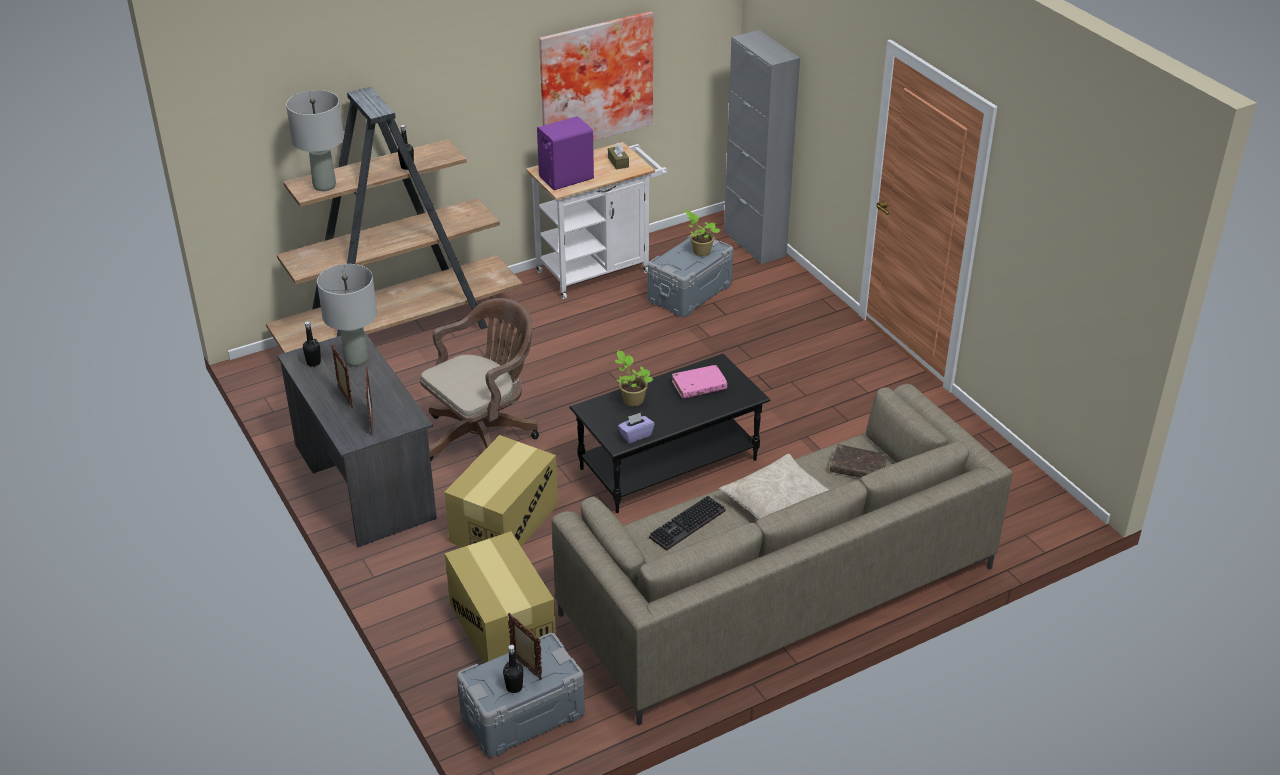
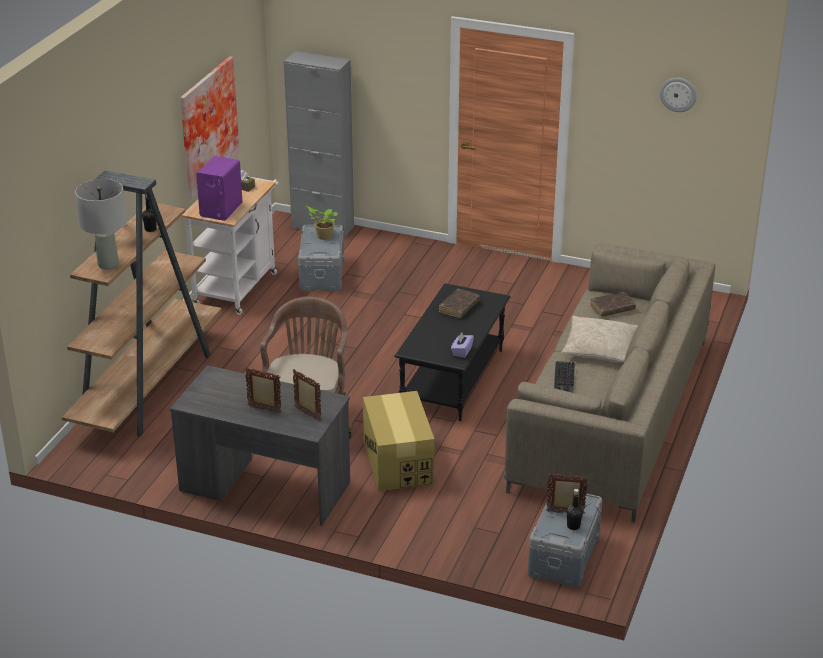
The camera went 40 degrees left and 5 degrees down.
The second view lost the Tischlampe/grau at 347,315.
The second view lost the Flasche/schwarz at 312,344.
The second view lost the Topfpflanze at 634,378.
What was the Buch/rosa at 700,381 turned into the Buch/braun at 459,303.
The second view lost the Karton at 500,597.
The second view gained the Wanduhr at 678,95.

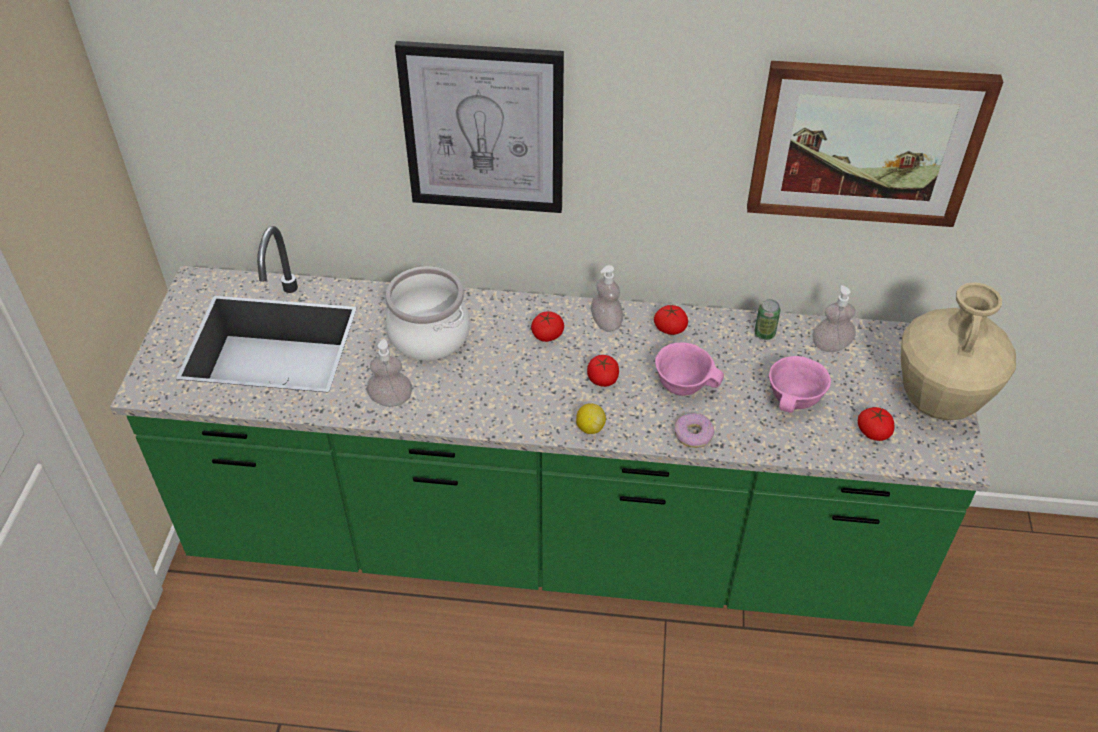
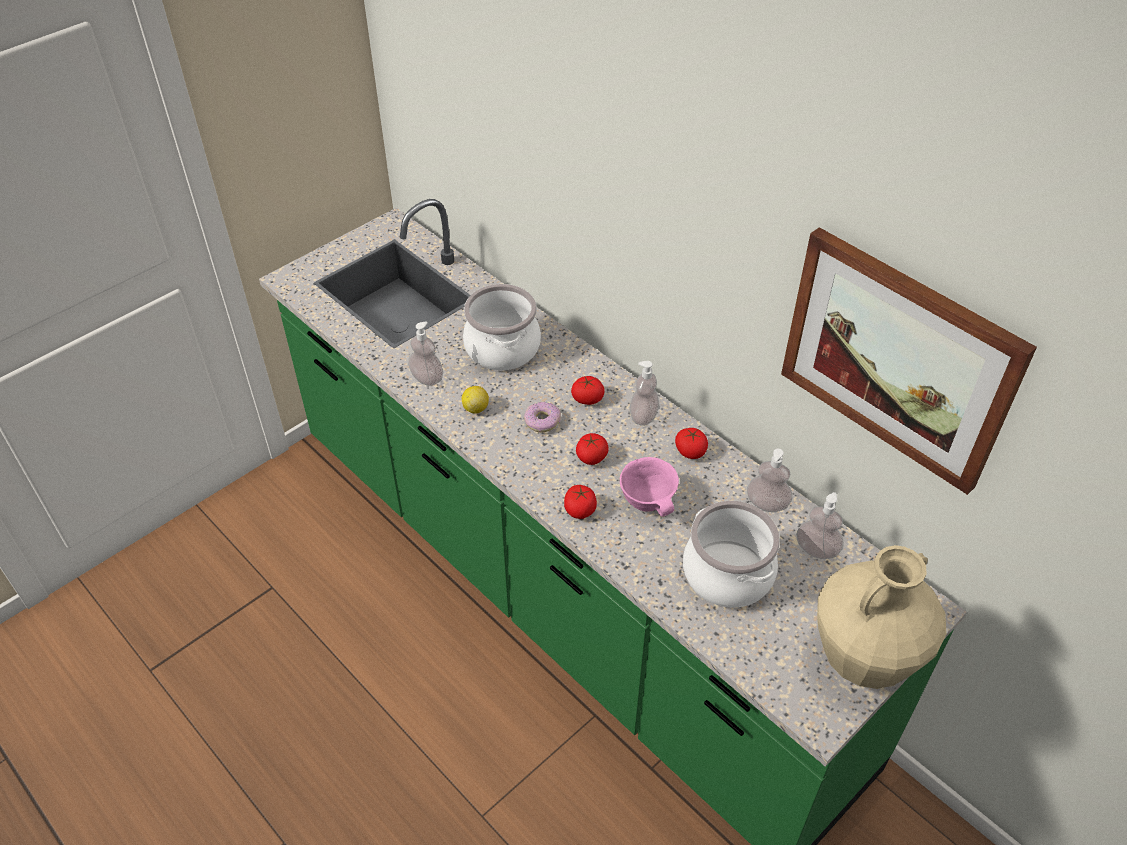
The camera went 40 degrees right and 0 degrees up.
The second view lost the Bild at 479,127.
Where the Dose stood at 767,319, the Seifenspender came to stand at 769,480.
Where the Schüssel/rosa stood at 800,384, the Kochtopf came to stand at 731,554.
The Zitrone ended up elsewhere, having gone from 591,418 to 475,400.
The Tomate ended up elsewhere, having gone from 876,424 to 580,502.
The Donut ended up elsewhere, having gone from 694,430 to 542,416.

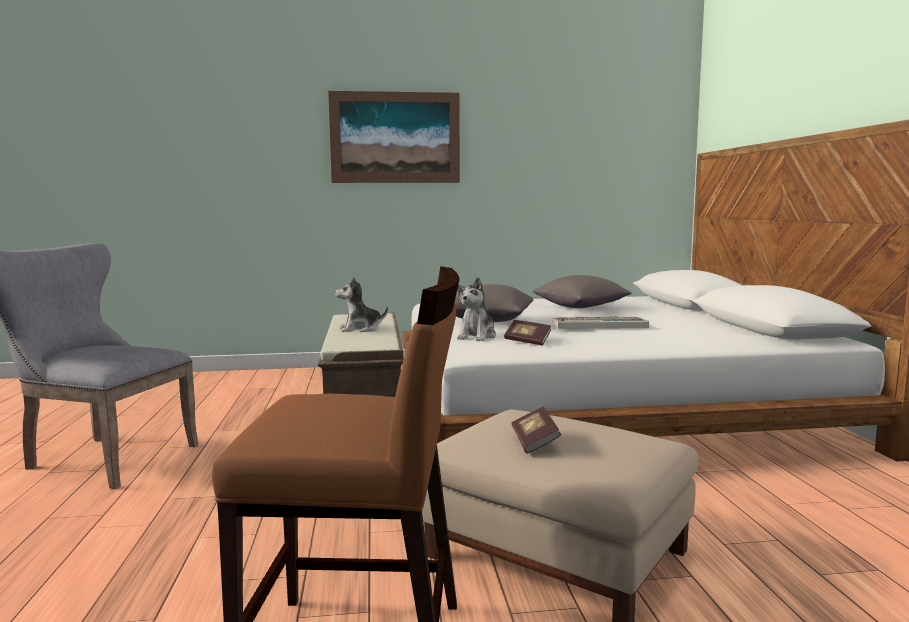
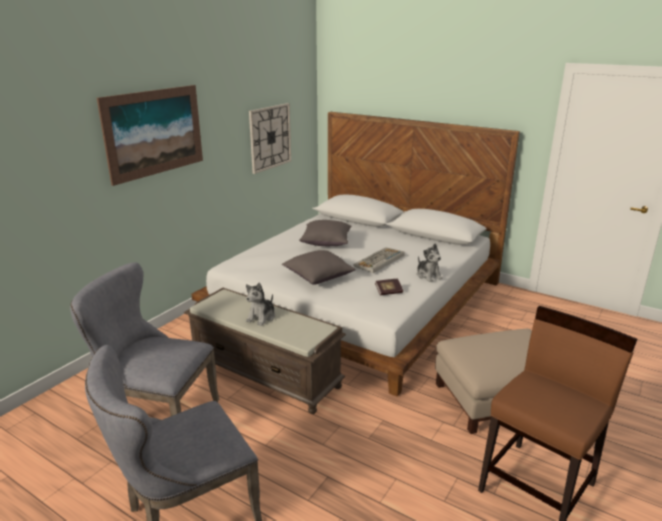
The camera went 50 degrees left and 15 degrees up.
The Plüschtier ended up elsewhere, having gone from 476,309 to 430,262.
The second view lost the Buch at 536,430.
The second view gained the Wanduhr at 270,138.
The second view gained the Stuhl/grau at 144,339.

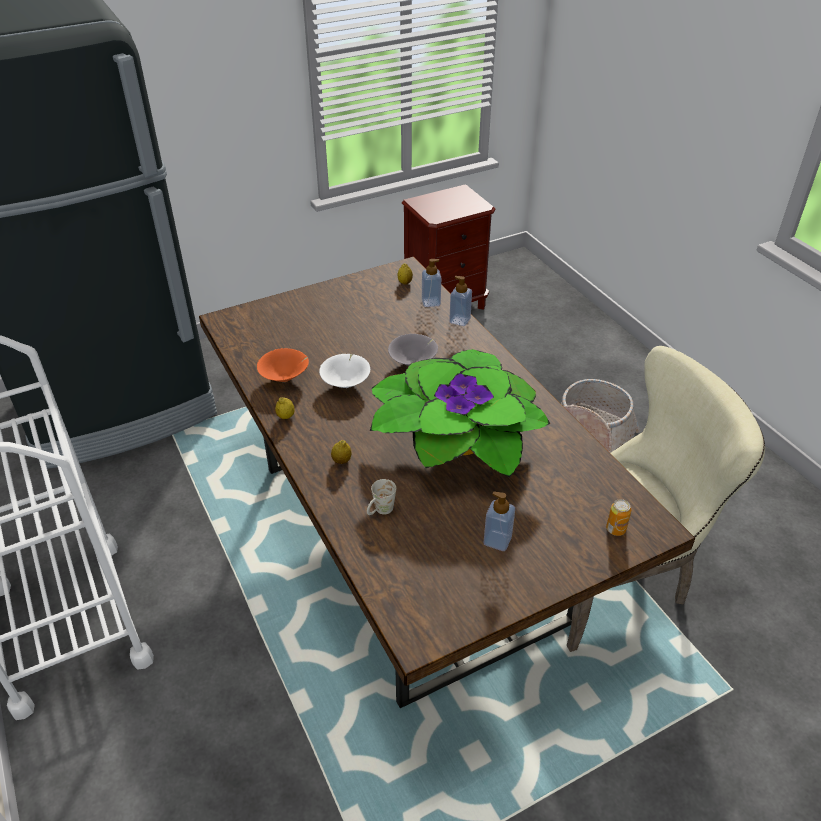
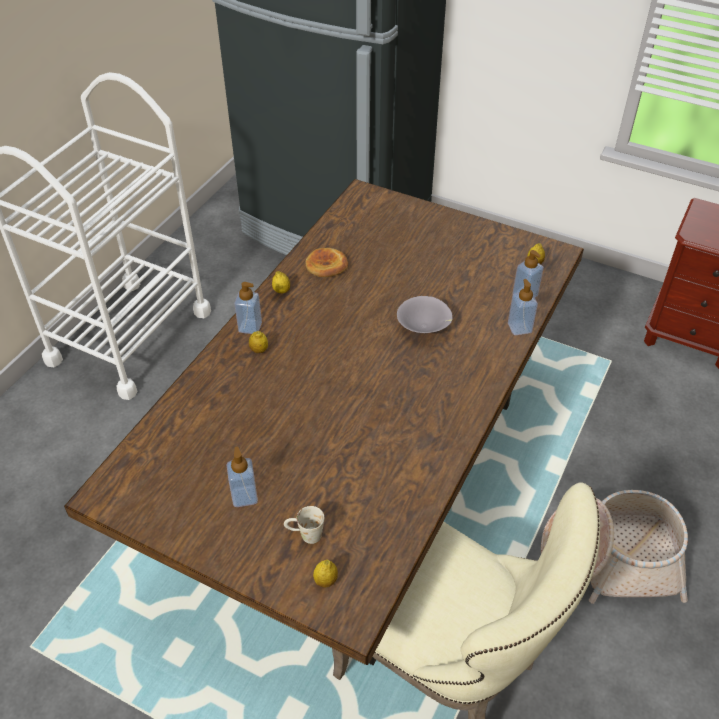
The camera went 55 degrees right and 5 degrees up.
Where the Schüssel/orange stood at 283,365, the Brot came to stand at 326,262.
The second view lost the Topfpflanze at 460,413.
The second view lost the Schüssel/weiß at 344,371.
The Henkelbecher/weiß ended up elsewhere, having gone from 381,497 to 304,525.
Where the Dose stood at 618,517, the Zitrone came to stand at 325,574.
The second view gained the Seifenspender at 248,308.

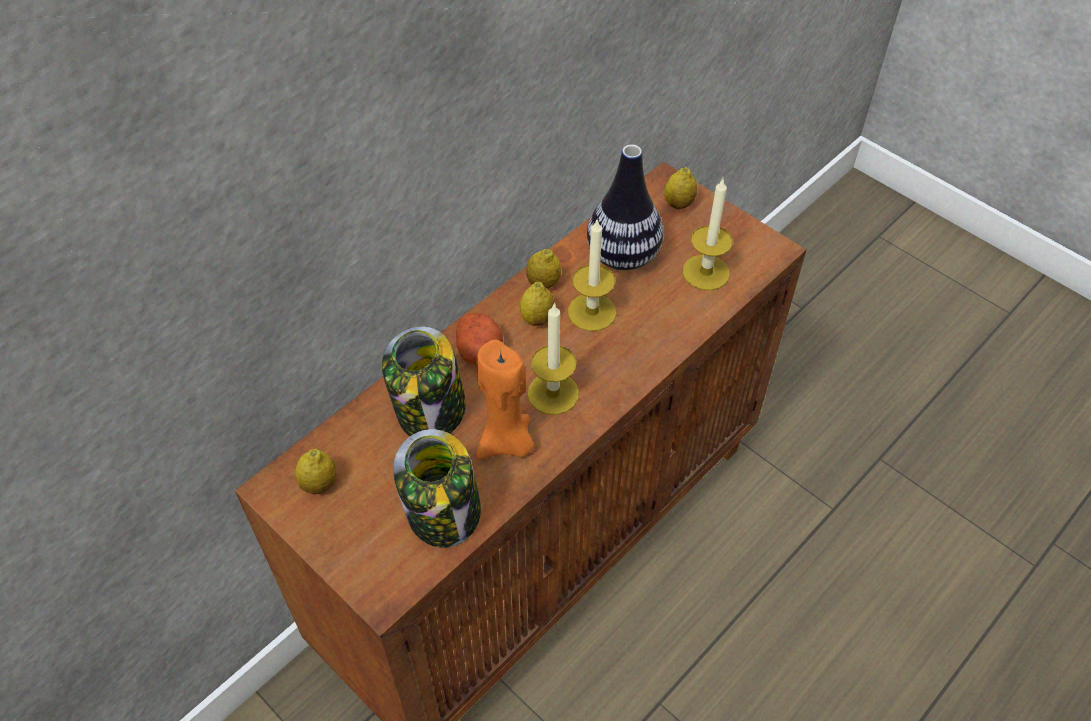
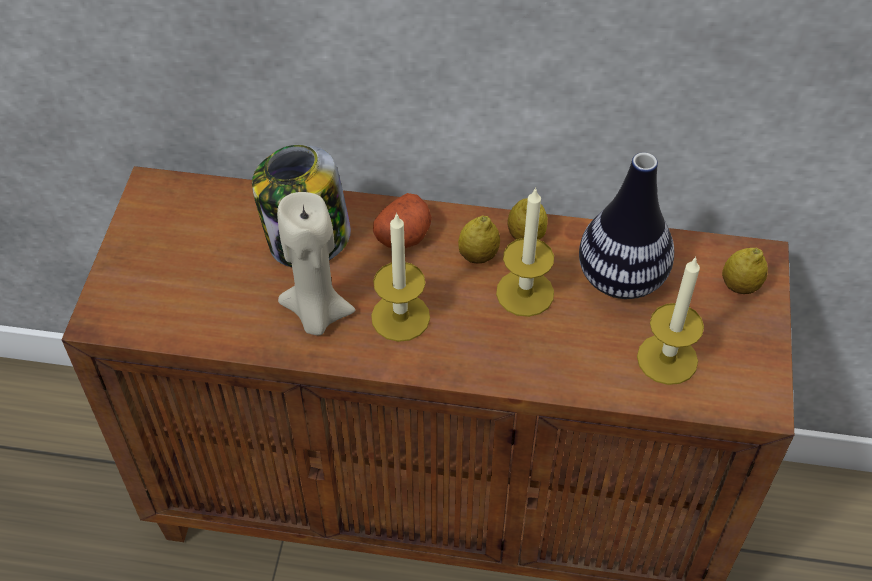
The camera went 55 degrees right and 0 degrees up.
What was the Kerze/orange at 505,400 turned into the Kerze/beige at 316,263.
The second view lost the Vorratsglas at 437,488.
The second view lost the Zitrone at 316,471.

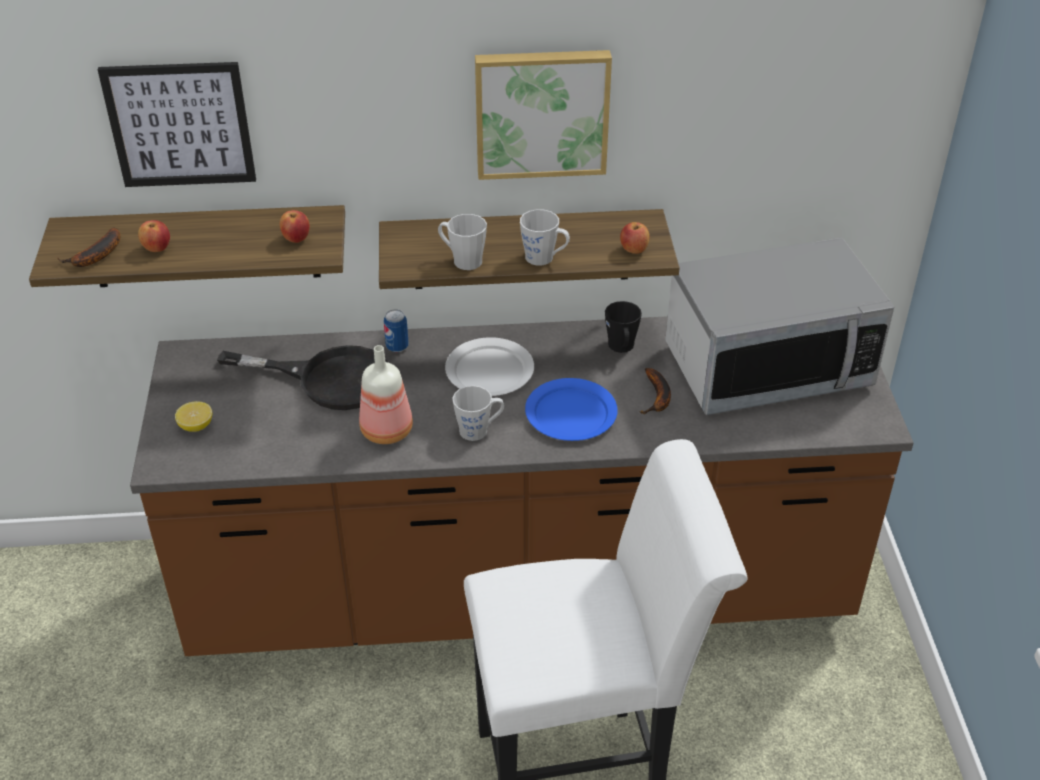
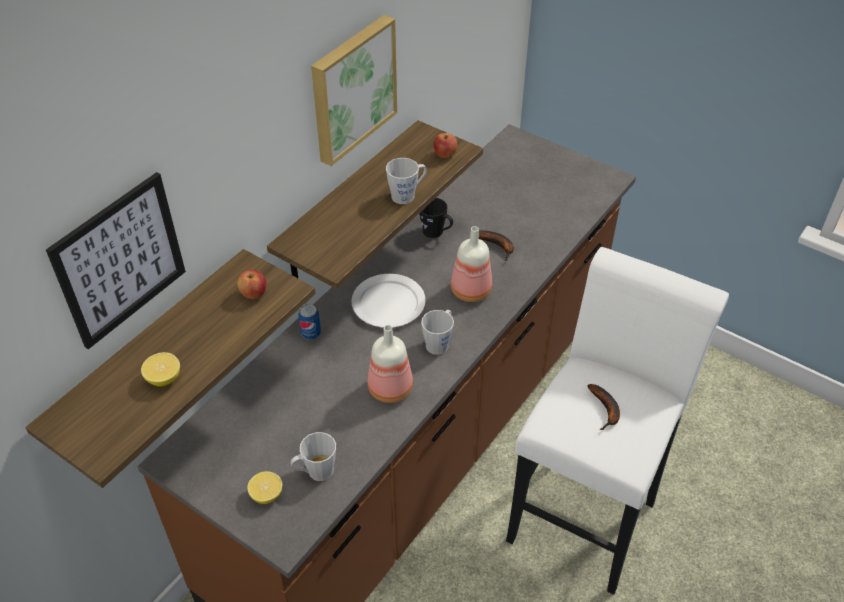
The camera went 50 degrees left and 5 degrees up.
The Henkelbecher/grau ended up elsewhere, having gone from 462,242 to 313,456.
Where the Apfel stood at 154,236, the Zitrone came to stand at 160,369.
The Banane ended up elsewhere, having gone from 88,247 to 603,407.
The second view lost the Mikrowelle at 779,326.
The second view lost the Pfanne/schwarz at 303,377.
Where the Teller/blau stood at 571,409, the Flasche came to stand at 471,264.

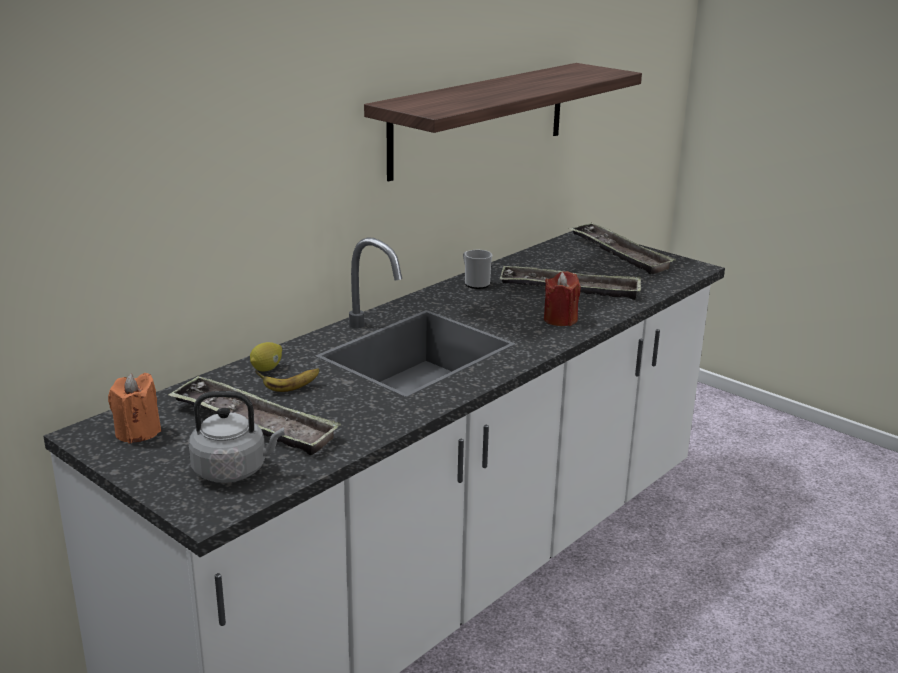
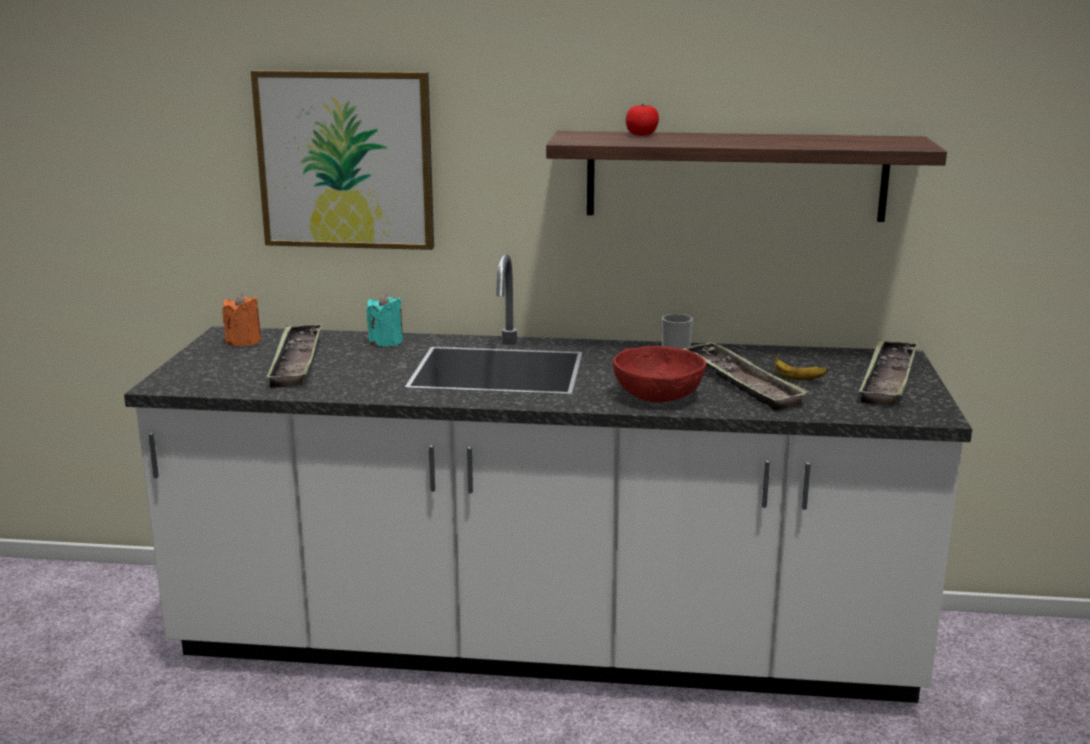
The camera went 55 degrees right and 5 degrees down.
Where the Kerze/rot stood at 562,298, the Schüssel/rot came to stand at 659,374.
Where the Zitrone stood at 266,356, the Kerze/türkis came to stand at 385,319.
The Banane ended up elsewhere, having gone from 287,380 to 801,366.
The second view lost the Wasserkessel/grau at 236,437.
The second view gained the Bild at 342,160.
The second view gained the Tomate at 642,120.

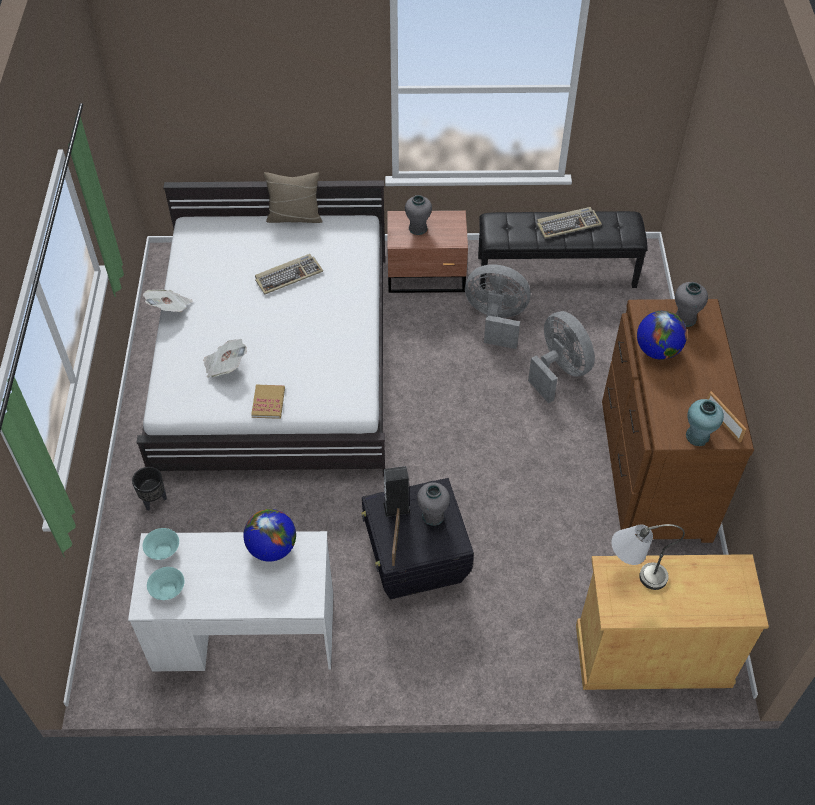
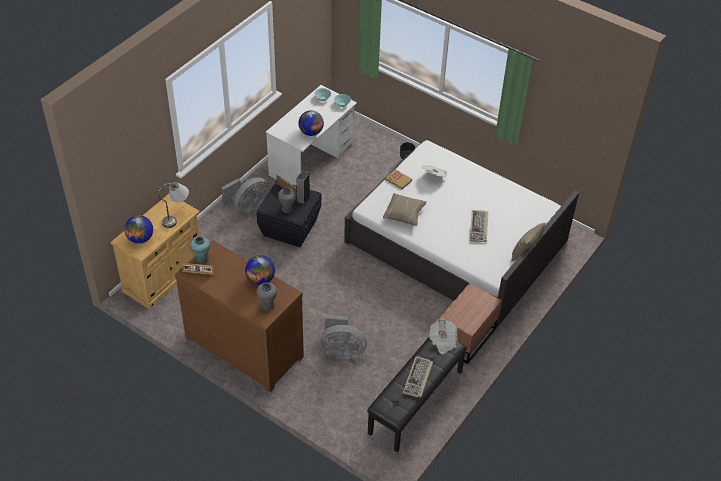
The camera went 125 degrees right and 5 degrees down.
The second view lost the Vase/grau at 418,215.
The Ventilator/grau ended up elsewhere, having gone from 497,306 to 246,196.
The Zeitung ended up elsewhere, having gone from 167,301 to 443,336.
The second view gained the Kissen/beige at 405,209.
The second view gained the Globus at 138,229.

